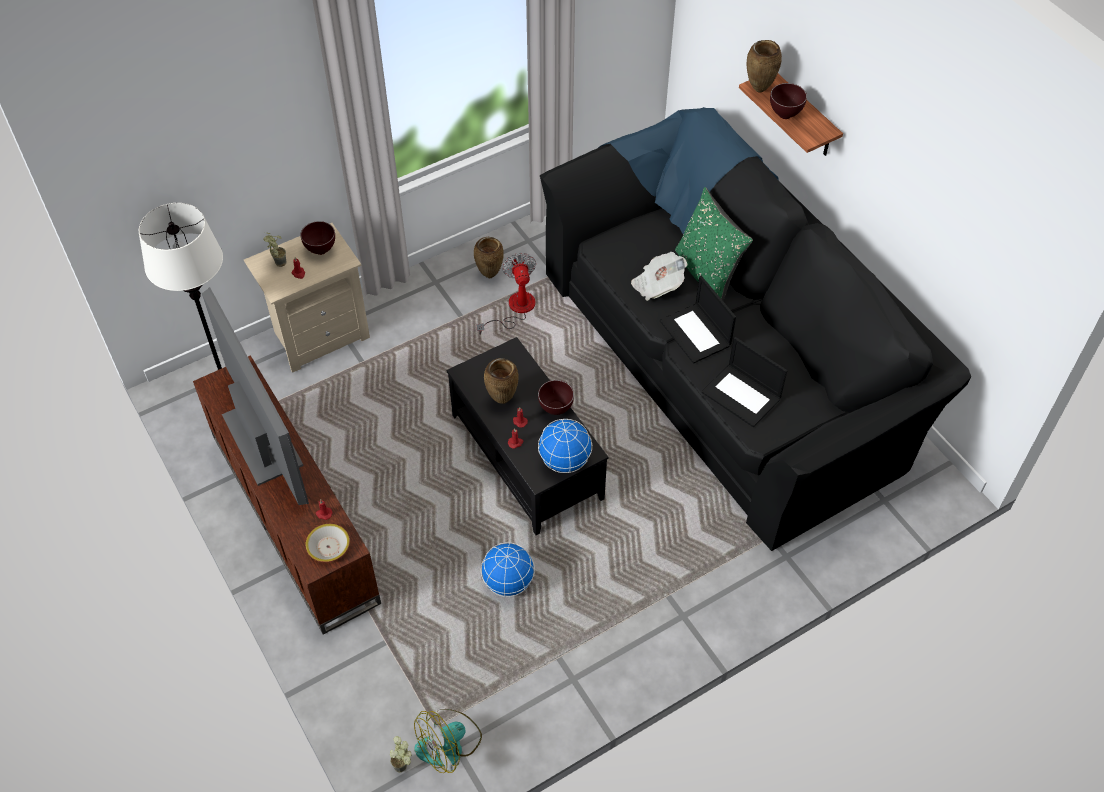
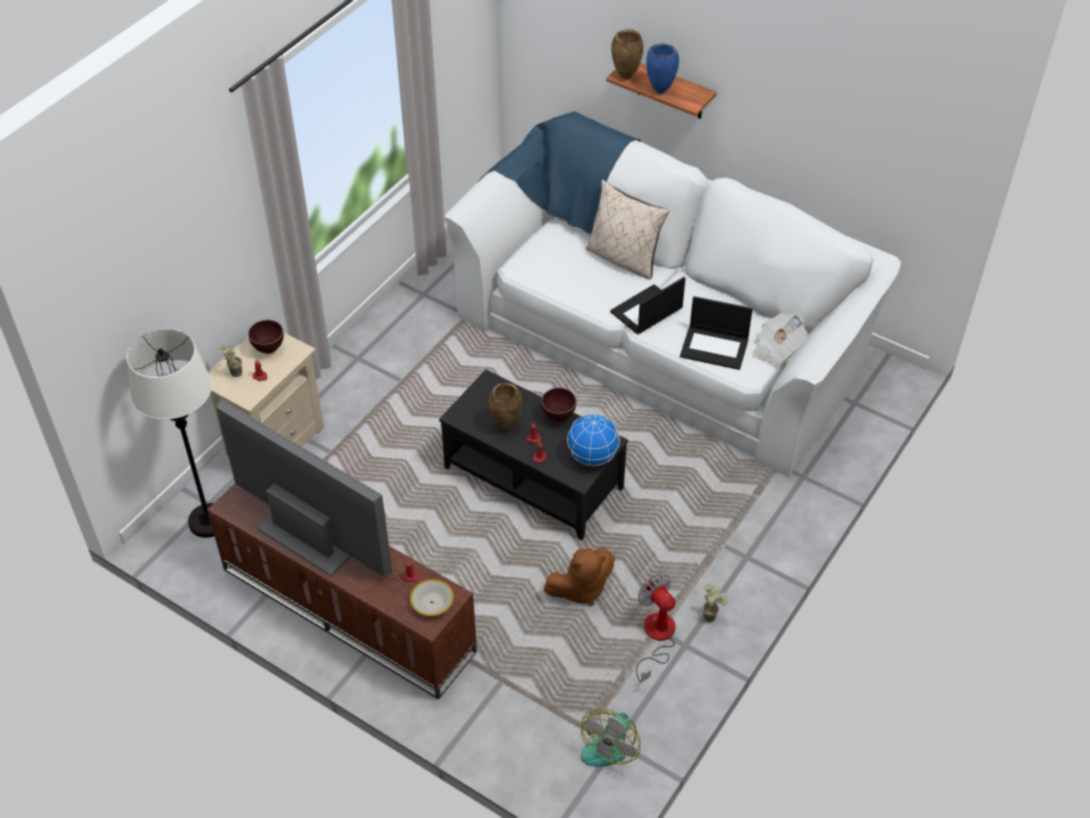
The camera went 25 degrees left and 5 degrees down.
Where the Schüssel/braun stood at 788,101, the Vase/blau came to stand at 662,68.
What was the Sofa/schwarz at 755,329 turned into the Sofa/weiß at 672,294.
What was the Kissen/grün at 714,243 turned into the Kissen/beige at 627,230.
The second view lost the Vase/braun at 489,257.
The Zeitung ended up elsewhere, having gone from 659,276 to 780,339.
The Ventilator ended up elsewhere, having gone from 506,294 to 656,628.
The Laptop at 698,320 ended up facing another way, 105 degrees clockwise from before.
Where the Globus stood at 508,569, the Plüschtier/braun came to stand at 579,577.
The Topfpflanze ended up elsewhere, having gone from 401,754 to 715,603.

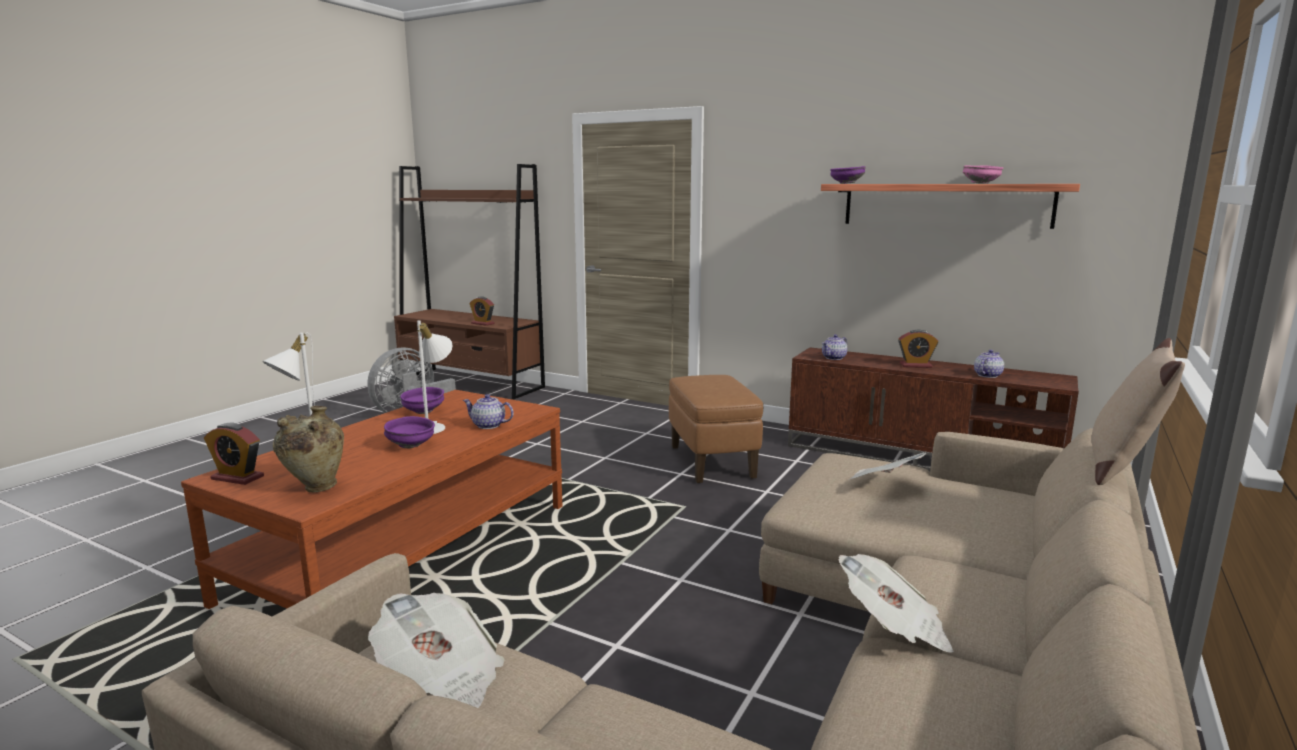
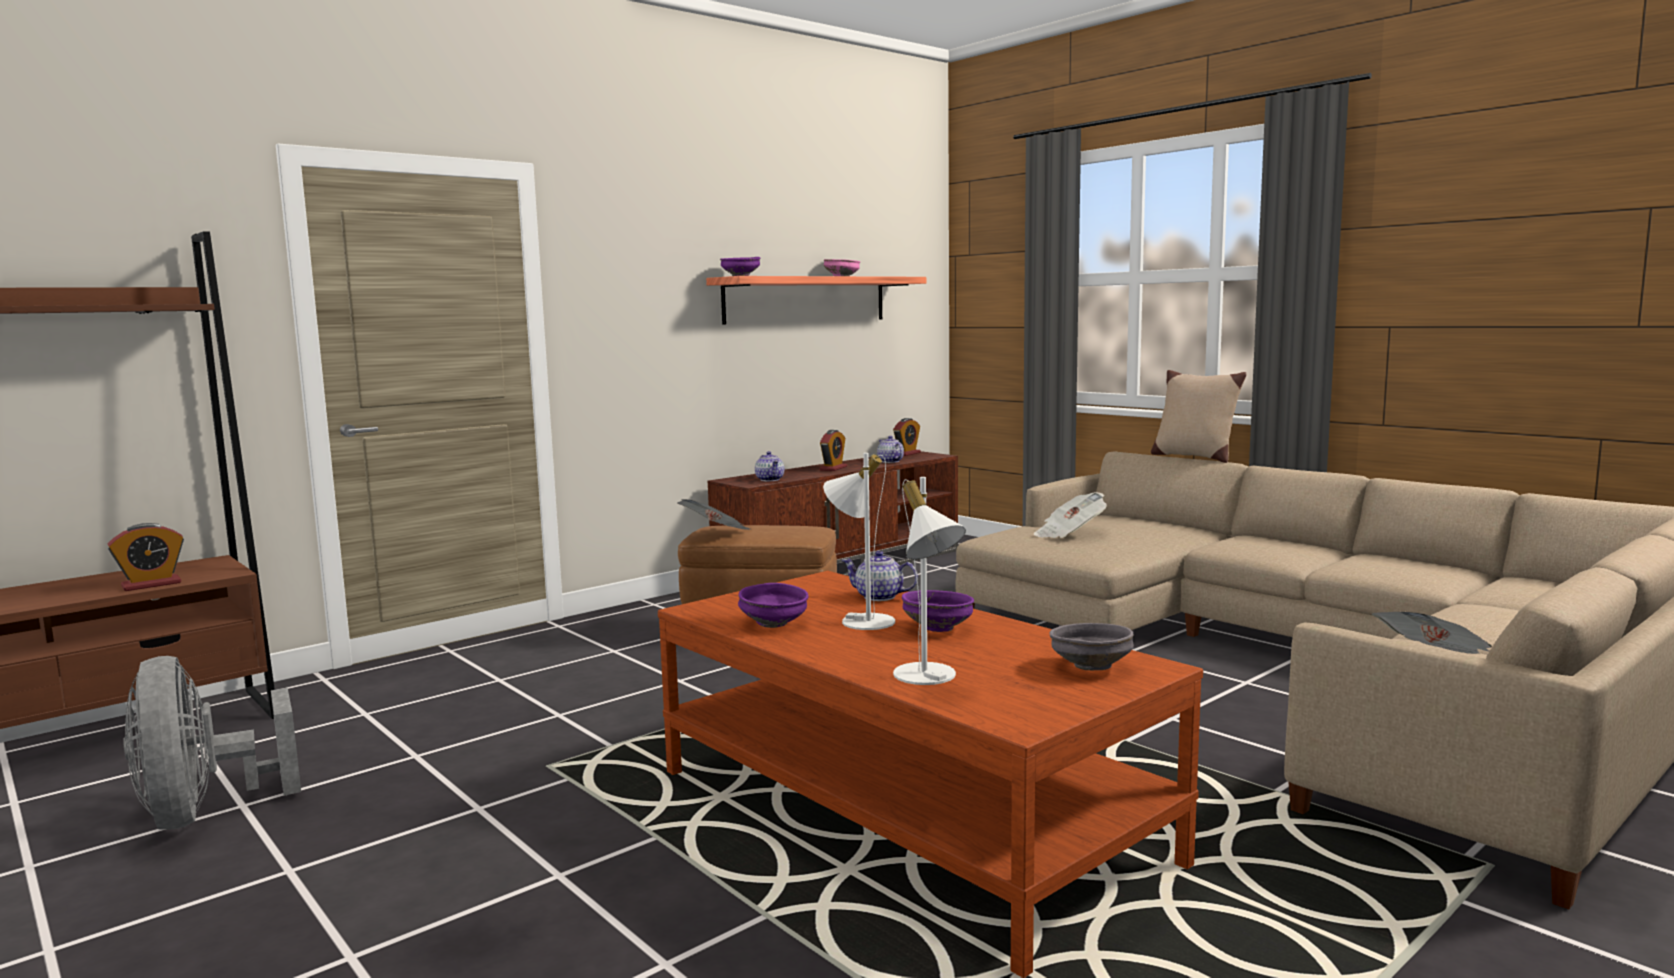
The camera went 70 degrees left and 5 degrees down.
The Teekanne at 488,411 ended up facing another way, 75 degrees clockwise from before.
Where the Vase/beige stood at 308,449, the Schüssel/grau came to stand at 1091,646.
The Wecker ended up elsewhere, having gone from 234,454 to 907,437.
The Zeitung ended up elsewhere, having gone from 896,603 to 713,514.

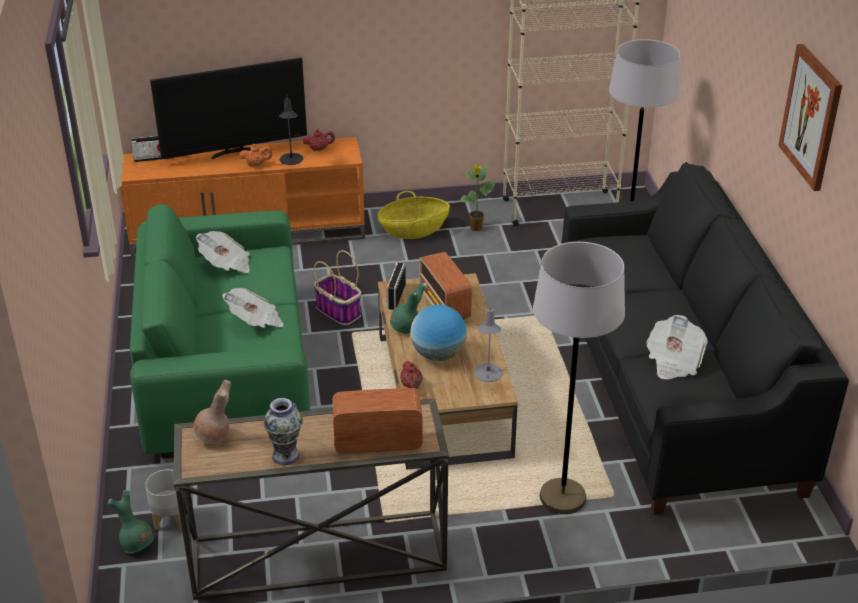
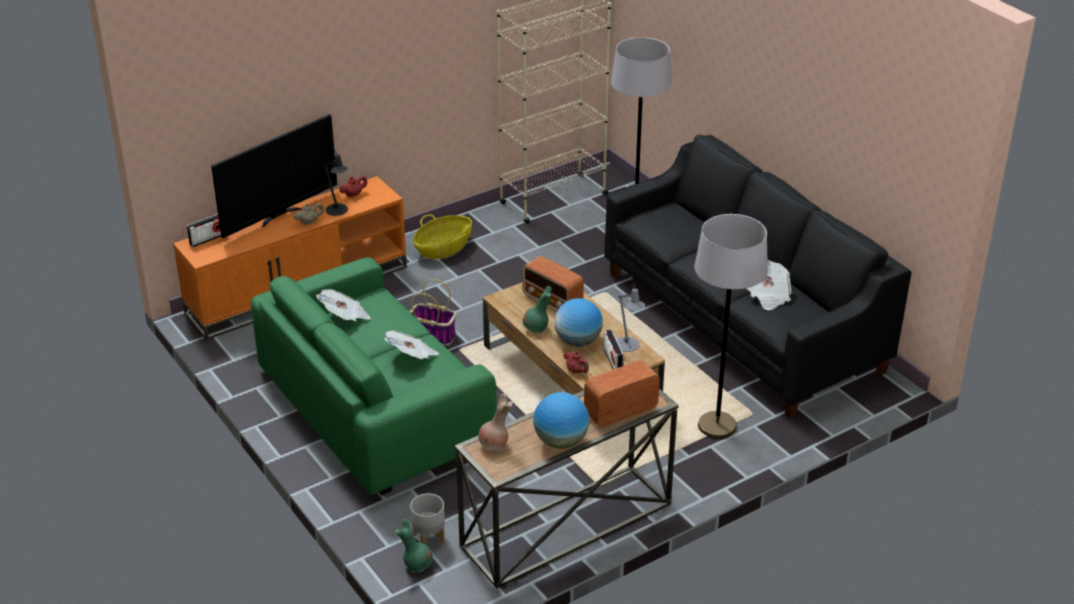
The camera went 25 degrees left and 0 degrees up.
The second view lost the Bild at 810,117.
What was the Teekanne/orange at 255,155 turned into the Teekanne/beige at 309,214.
The second view lost the Topfpflanze at 477,198.
The Radio ended up elsewhere, having gone from 396,286 to 614,349.
Where the Vase stood at 283,431, the Globus came to stand at 561,420.

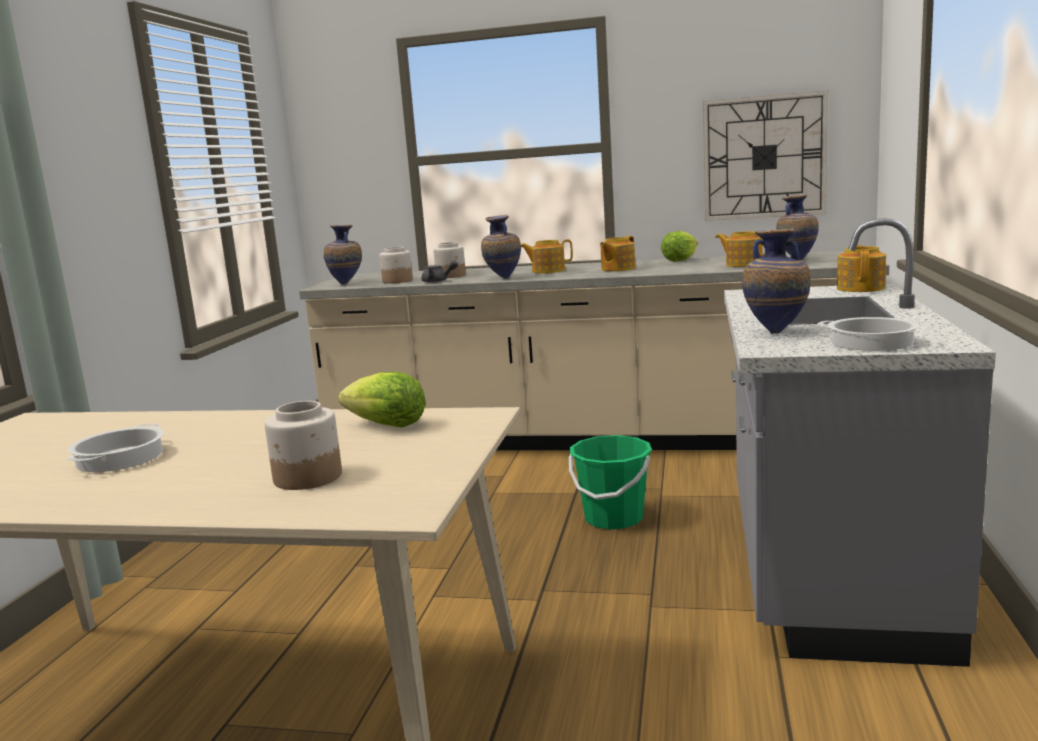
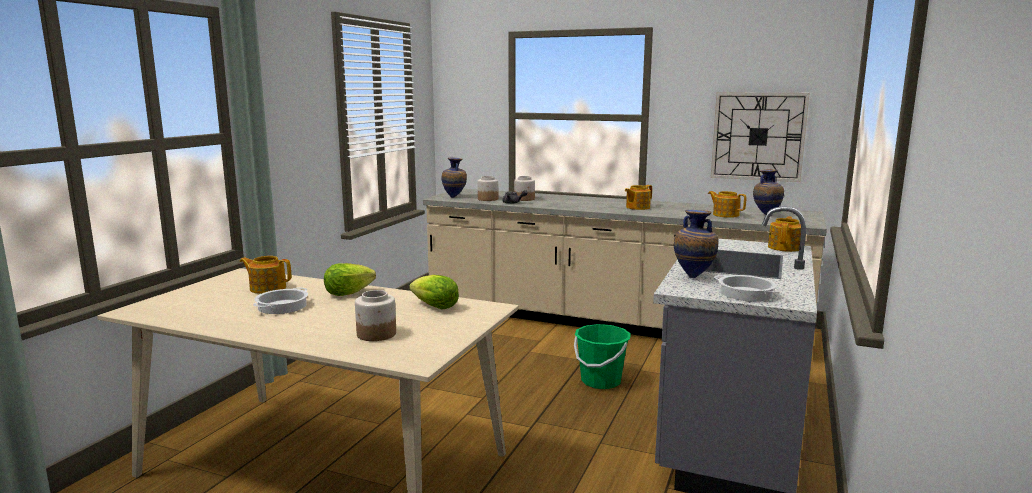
The camera went 10 degrees right and 0 degrees up.
The second view lost the Vase at 501,247.
The Salatkopf ended up elsewhere, having gone from 679,246 to 350,279.
The Teekanne ended up elsewhere, having gone from 547,256 to 265,275.

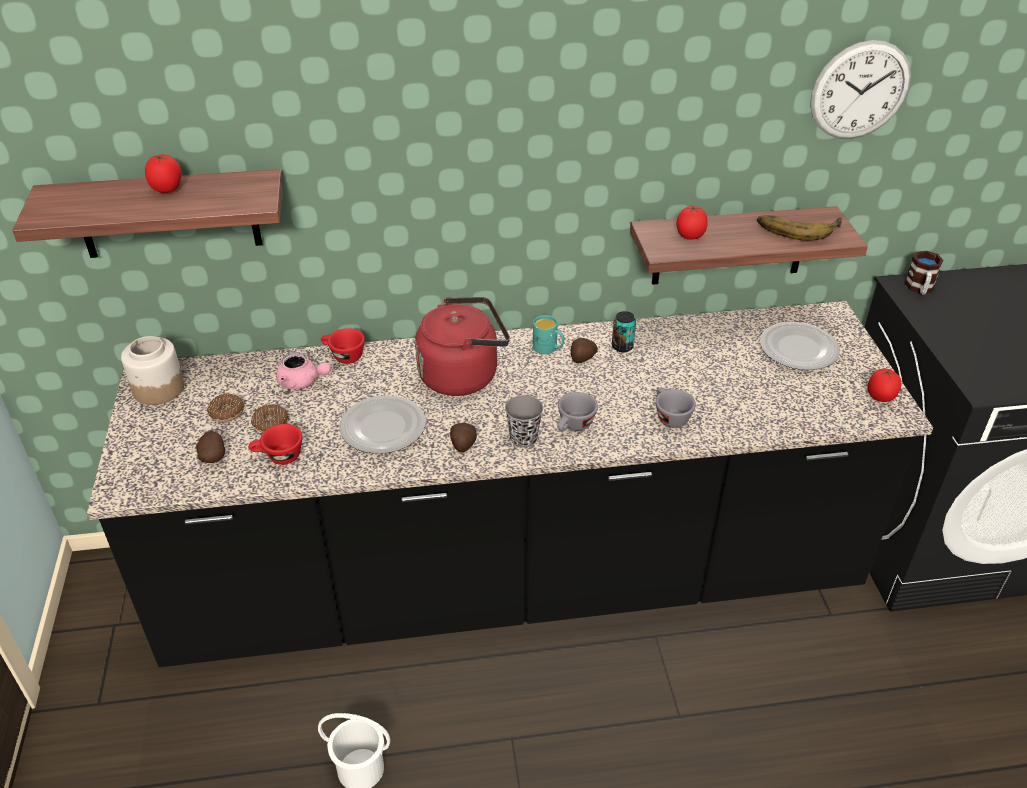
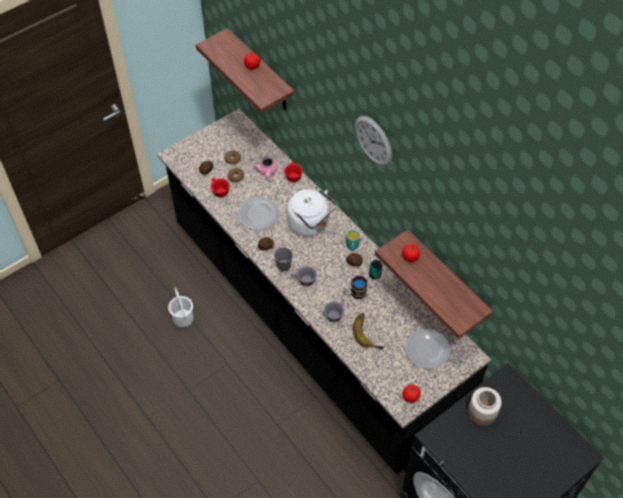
The camera went 60 degrees right and 15 degrees up.
The Wanduhr ended up elsewhere, having gone from 860,89 to 373,141.
The Banane ended up elsewhere, having gone from 799,228 to 368,331.
The Henkelbecher ended up elsewhere, having gone from 924,272 to 356,287.
What was the Wasserkessel/rot at 462,346 turned into the Wasserkessel/weiß at 312,212.
The Vorratsglas ended up elsewhere, having gone from 152,370 to 485,406.

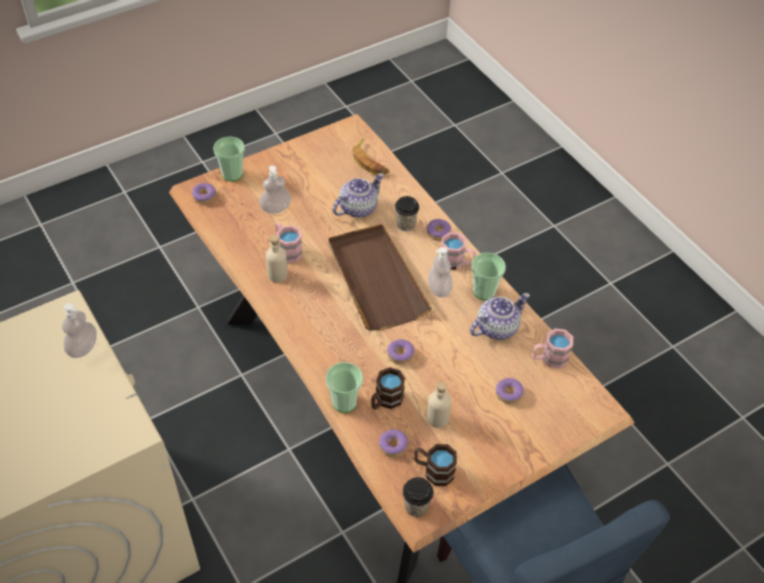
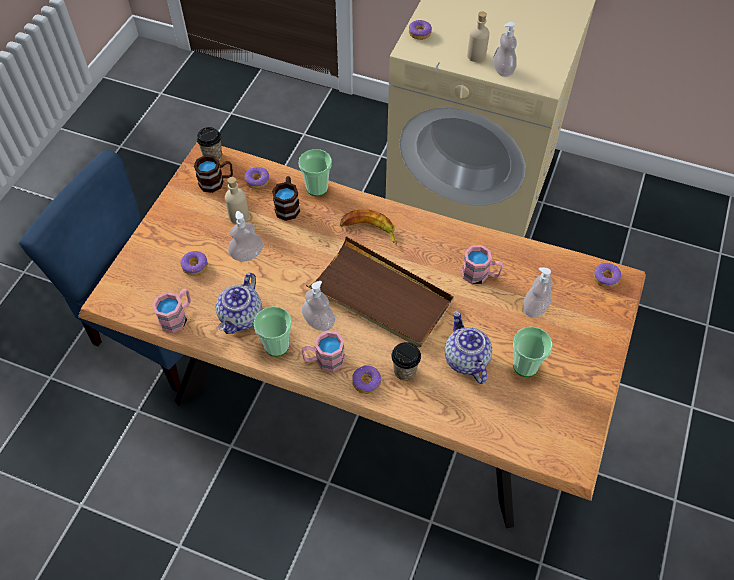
The camera went 145 degrees right and 5 degrees up.
The Tasse ended up elsewhere, having gone from 229,159 to 533,351.
The Banane ended up elsewhere, having gone from 371,156 to 368,227.
The Teekanne at 358,195 ended up facing another way, 150 degrees clockwise from before.
The Flasche/beige ended up elsewhere, having gone from 277,258 to 478,36.
The Donut ended up elsewhere, having gone from 400,351 to 420,30.
The second view gained the Seifenspender at 245,236.

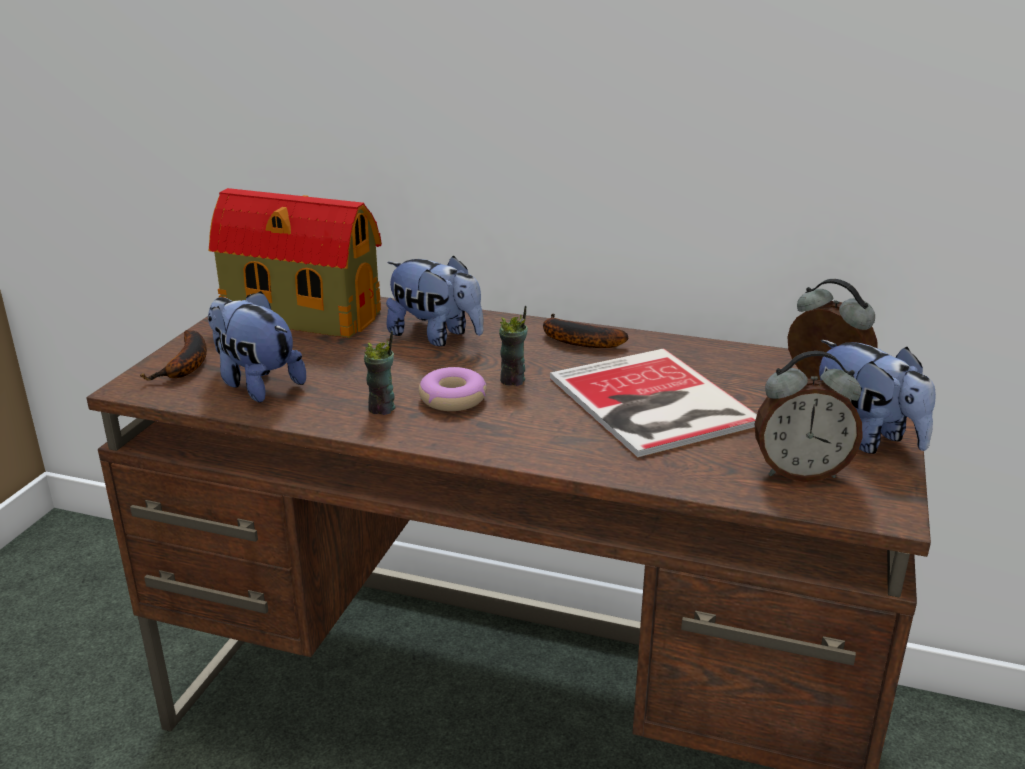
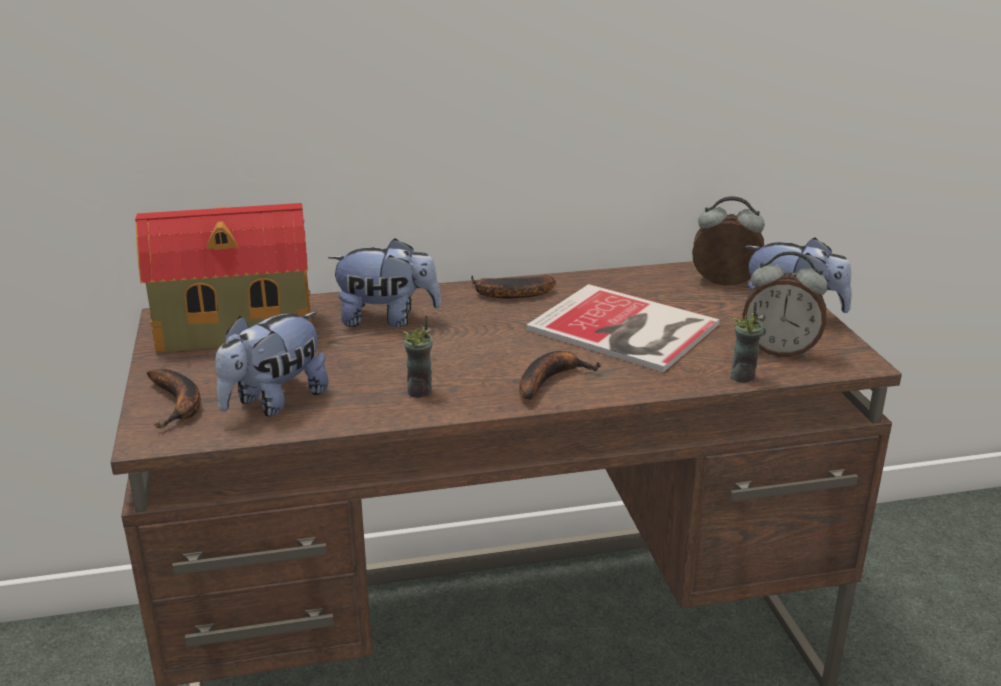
The camera went 30 degrees left and 0 degrees up.
The Plüschtier at 257,347 ended up facing another way, 60 degrees counterclockwise from before.
The Tasse ended up elsewhere, having gone from 513,346 to 747,342.
The Wecker at 809,416 ended up facing another way, 45 degrees clockwise from before.
The second view lost the Donut at 453,389.
The second view gained the Banane at 560,375.

